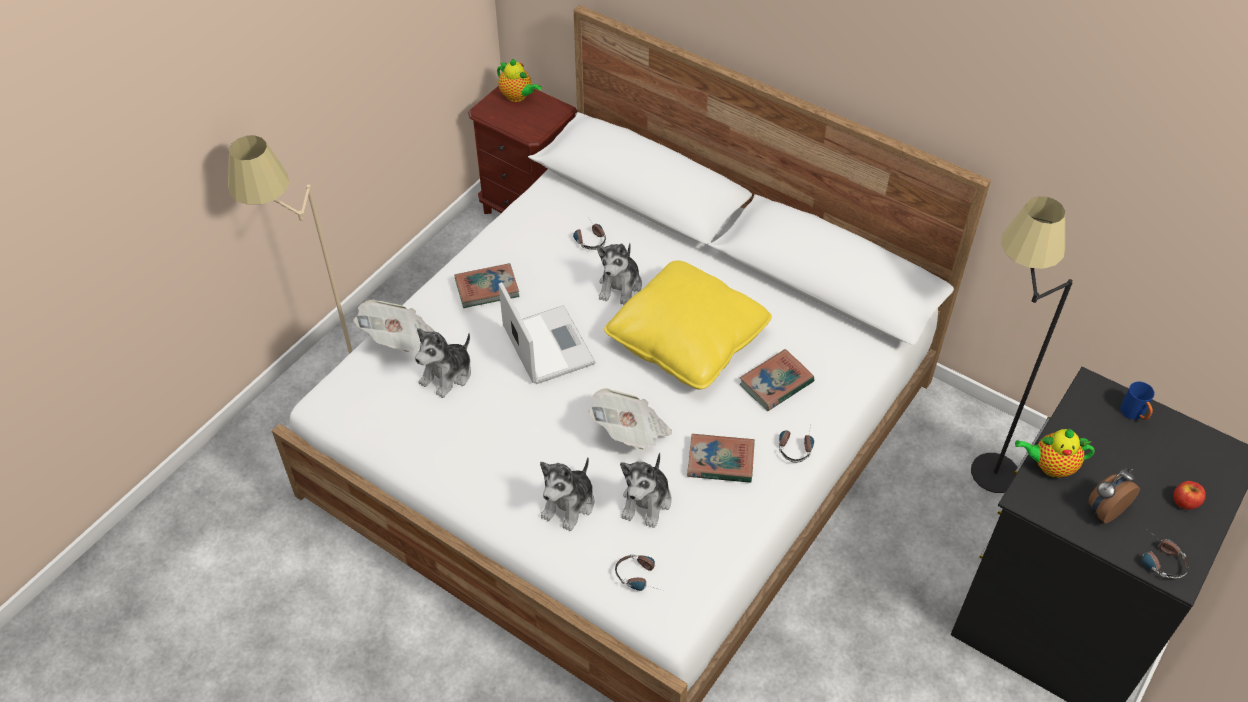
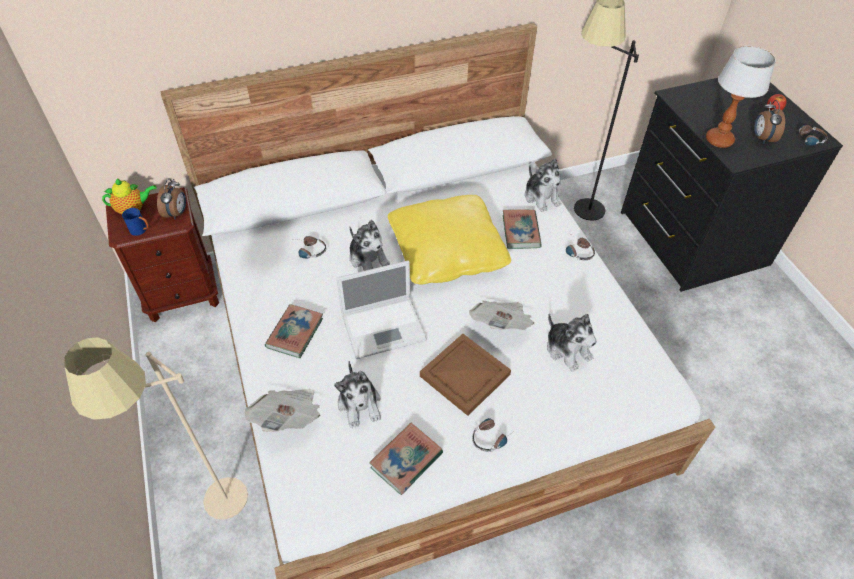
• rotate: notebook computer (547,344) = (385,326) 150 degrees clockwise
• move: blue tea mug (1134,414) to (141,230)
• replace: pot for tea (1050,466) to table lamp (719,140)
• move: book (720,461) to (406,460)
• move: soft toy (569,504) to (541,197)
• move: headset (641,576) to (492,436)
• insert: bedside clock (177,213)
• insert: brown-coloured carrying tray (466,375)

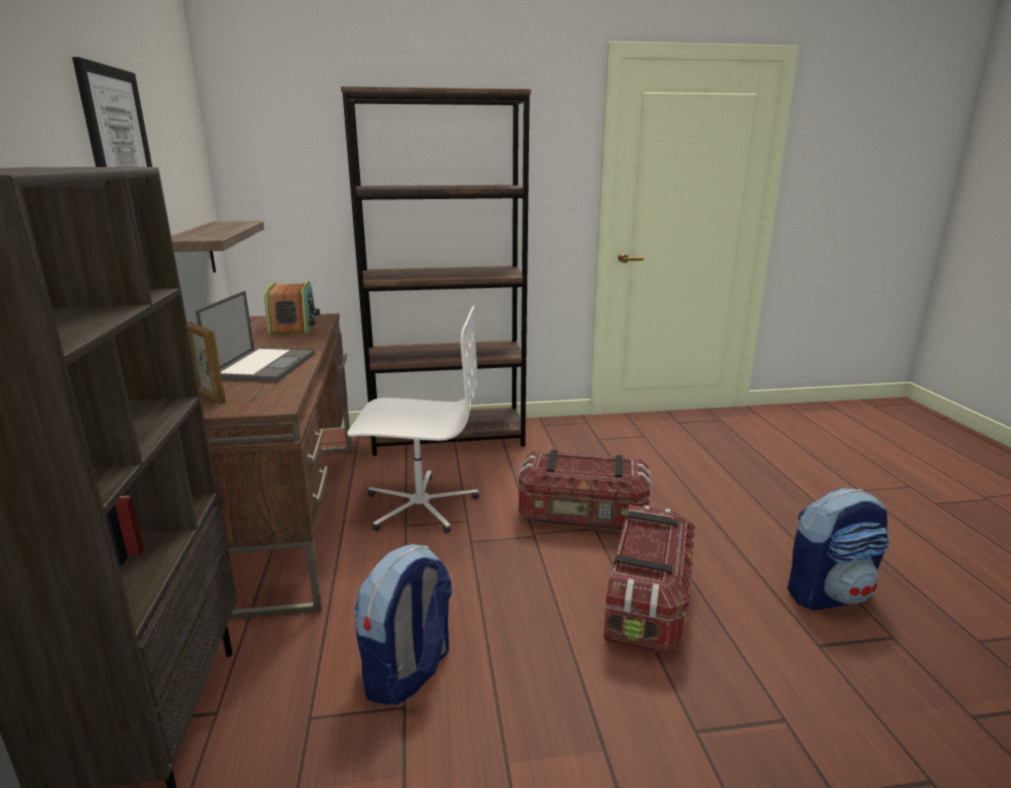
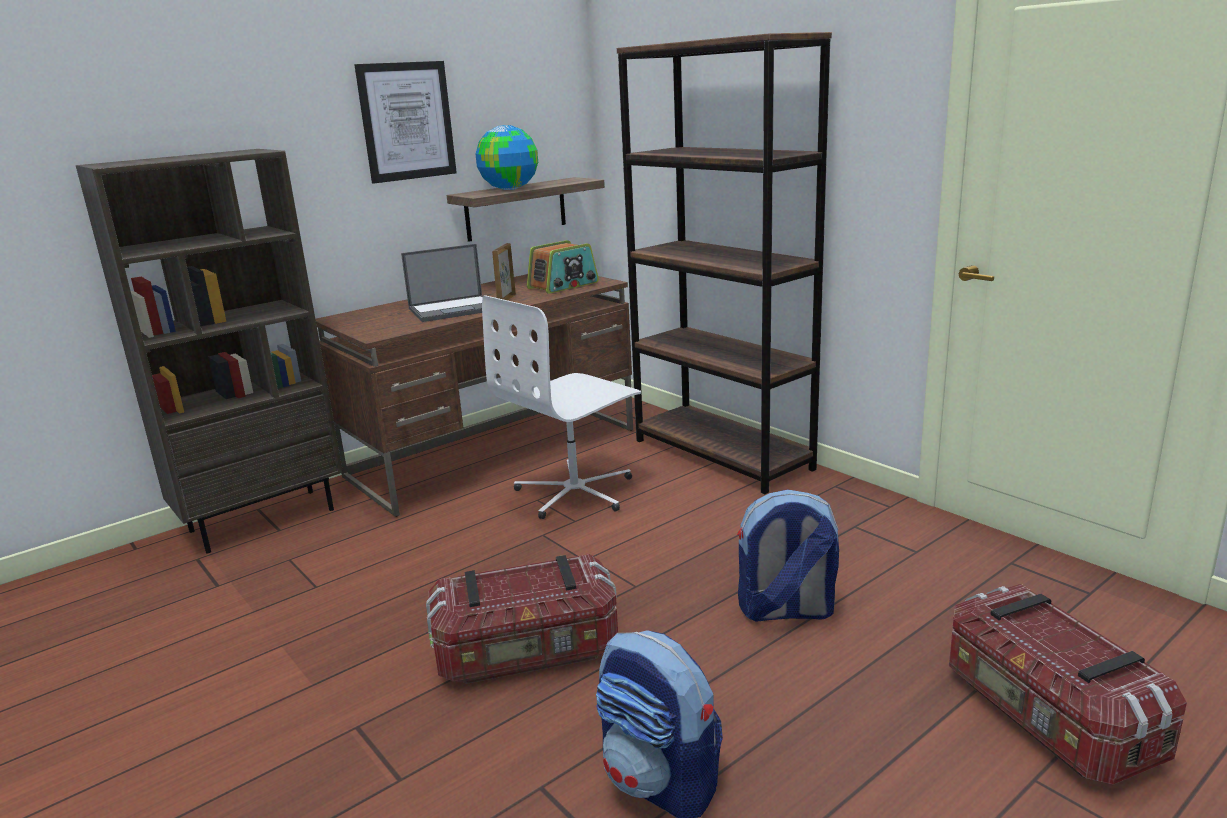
• rotate: white-coloured desk chair (420,505) = (576,492) 75 degrees clockwise
• move: picture frame (209,397) to (506,299)
• move: storage box (582,516) to (1046,717)
• move: rucksack (408,672) to (785,611)
• insert: world globe (509,189)

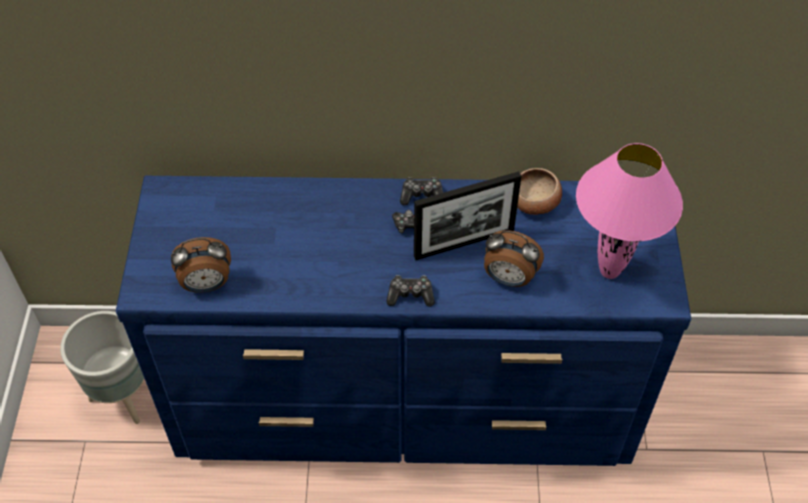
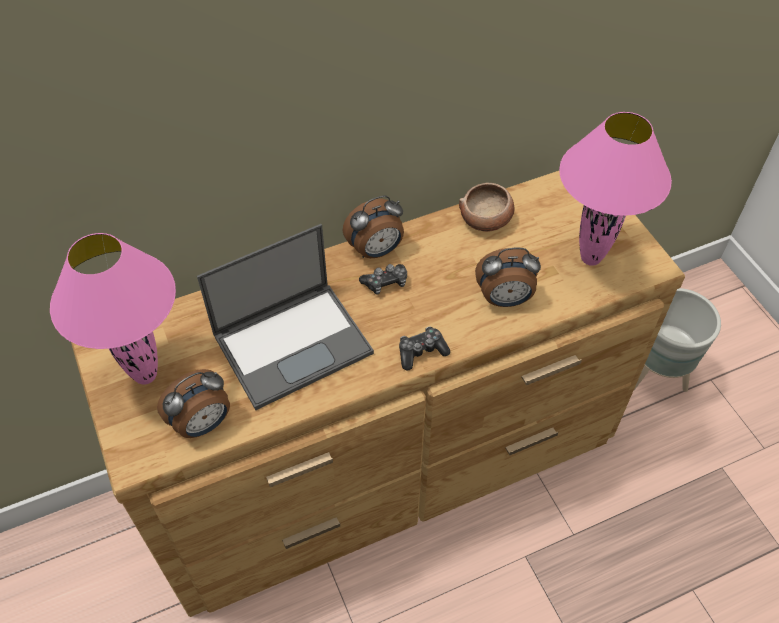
• delete: picture frame (464,243)
• recolor: blue dresser (405,400) to brown-coloured dresser (388,463)
• replace: joypad (422,196) to bedside clock (376,251)
• move: grey flower pot (122,399) to (656,377)
• insert: notebook computer (294,342)
• insert: pink-coloured table lamp (145,375)

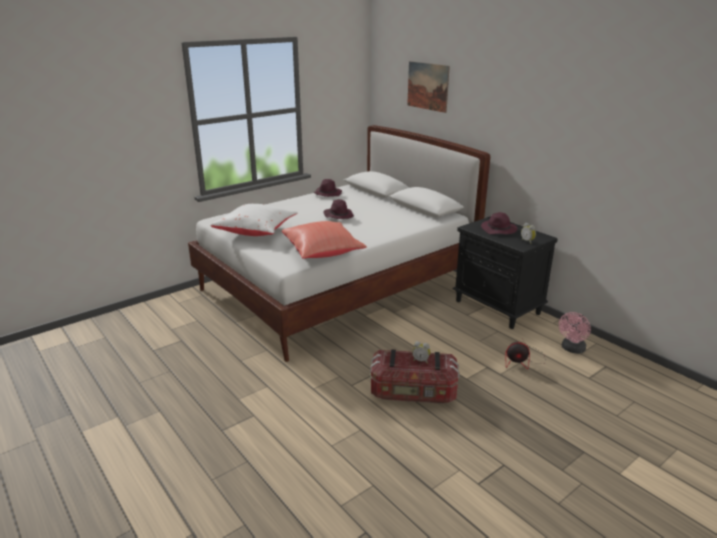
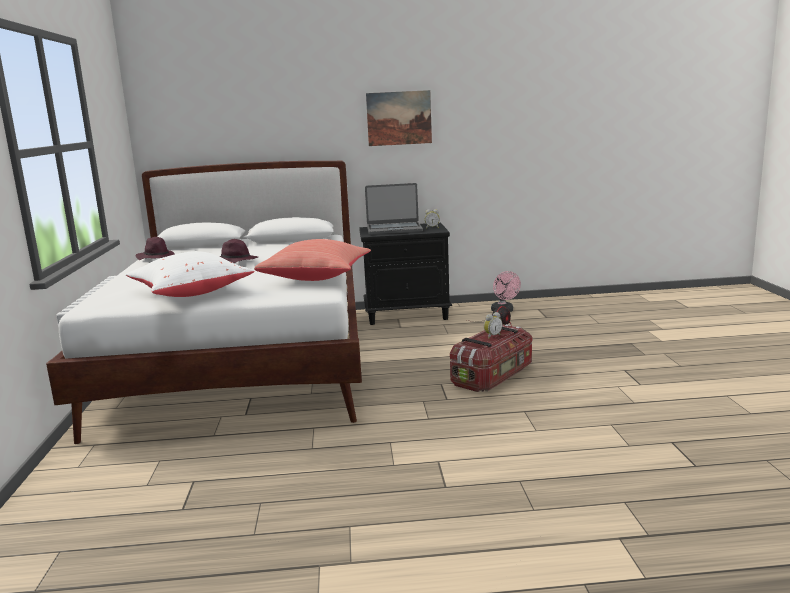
• move: wall art (427,86) to (399,118)
• replace: purple-coloured hat (499,230) to notebook computer (394,229)

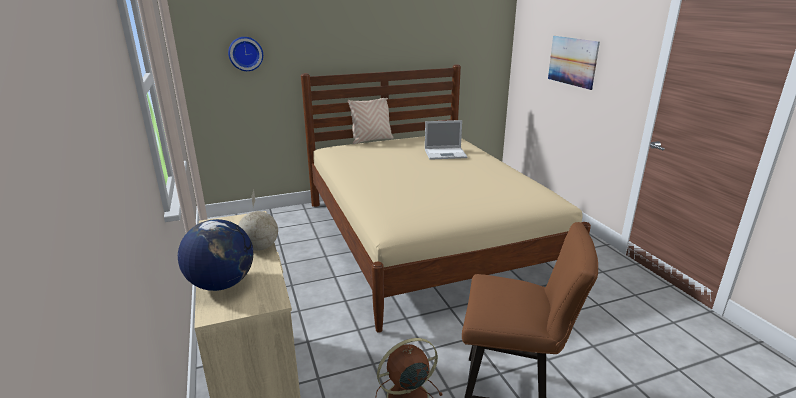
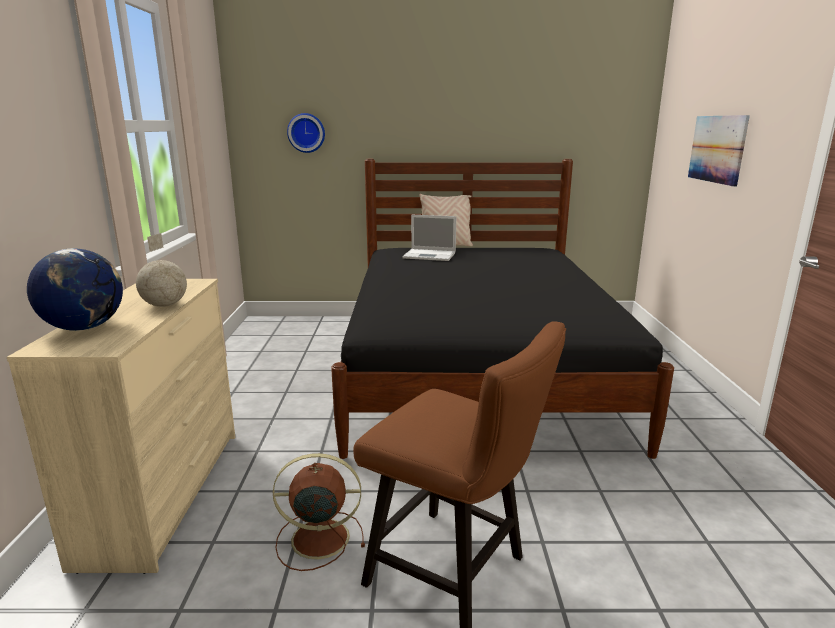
• recolor: beige-coloured bed (424,238) to blackish bed (476,370)
• move: notebook computer (446,154) to (430,255)

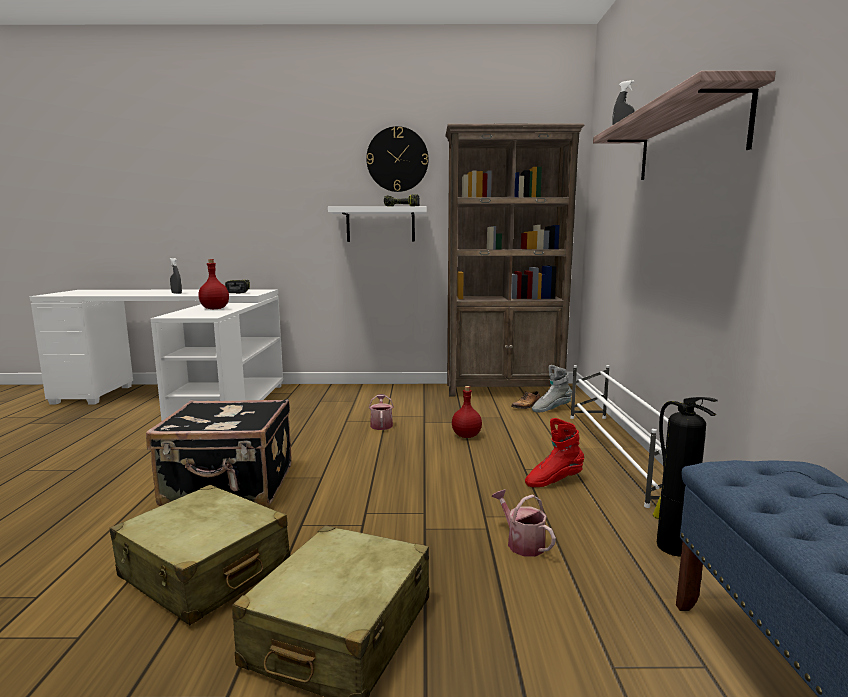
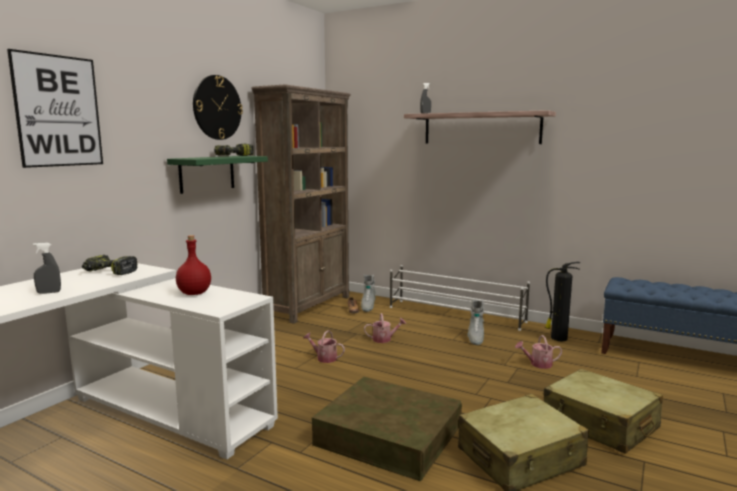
• recolor: white-coloured shelf (380,225) to green-coloured shelf (207,173)
• replace: red beverage bottle (466,436) to watering can (384,339)
• replace: blackish piece of luggage (230,486) to brown-coloured storage box (388,435)
• recolor: red high-top boot (553,481) to grey high-top boot (475,338)
• insert: wall art (58,111)

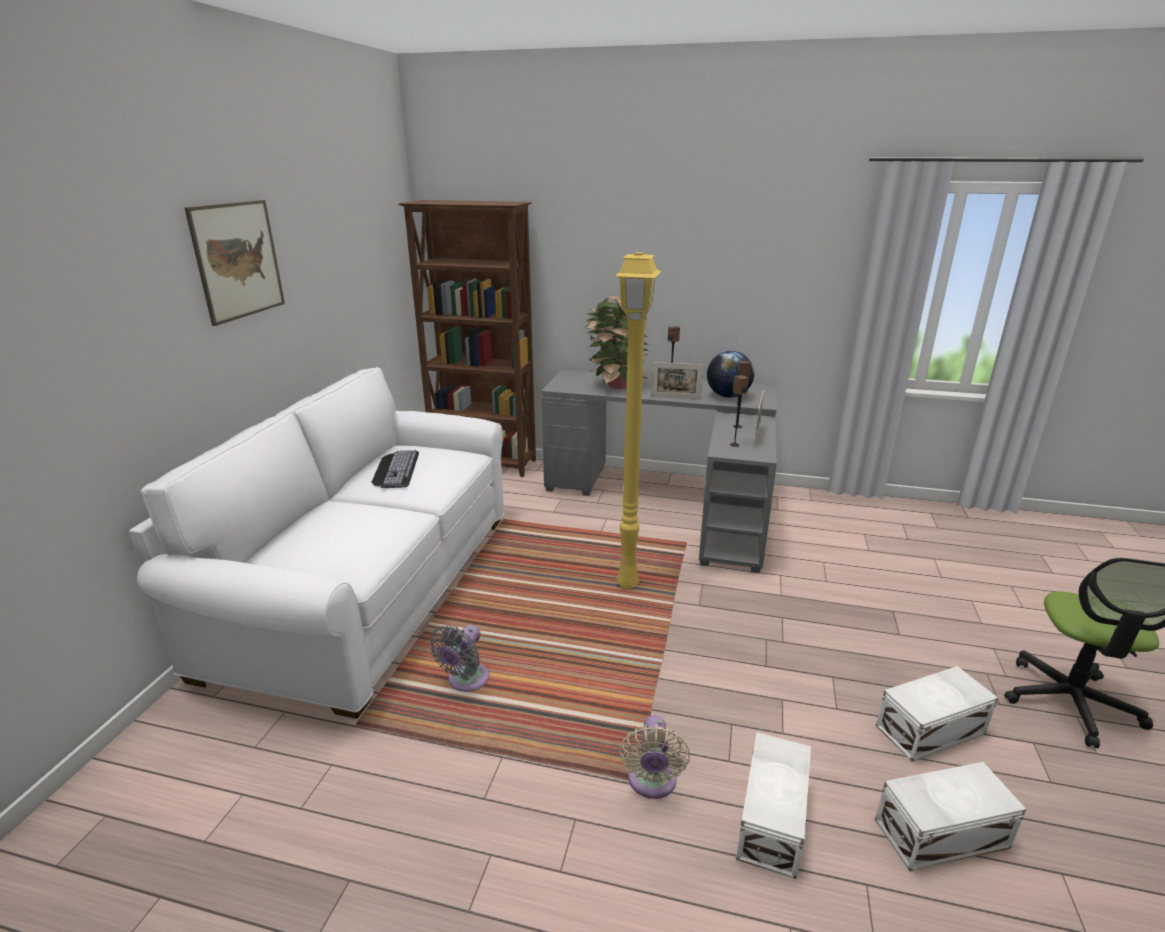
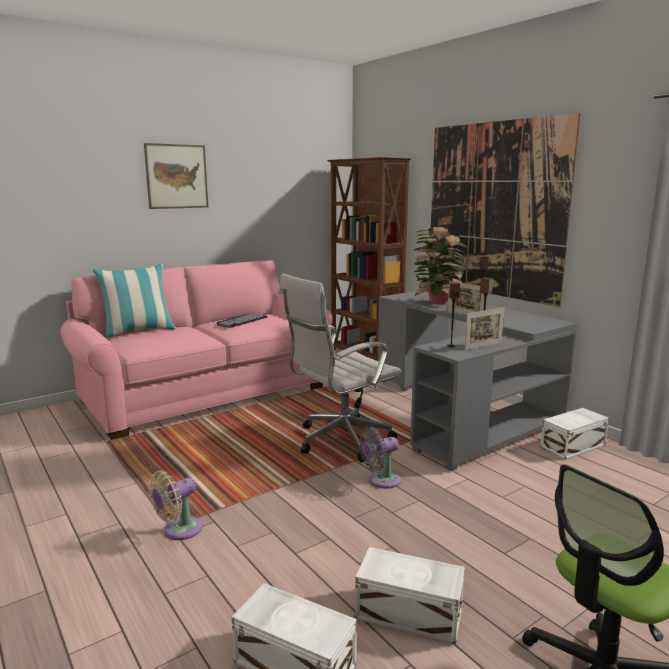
• replace: yellow-coloured standing lamp (626,585) to white-coloured desk chair (340,441)
• delete: world globe (728,396)
• recolor: white-coloured settee (371,588) to pink-coloured settee (205,394)
• move: grey cooling fan (465,681) to (381,481)
• move: white-coloured storage box (773,819) to (574,446)
• insert: wall art (493,210)
• insert: cushion (138,331)

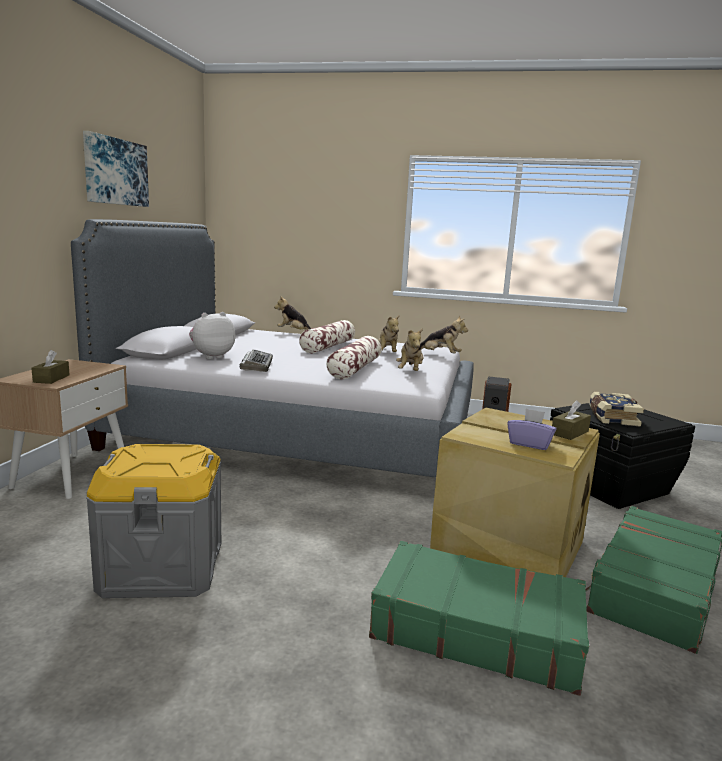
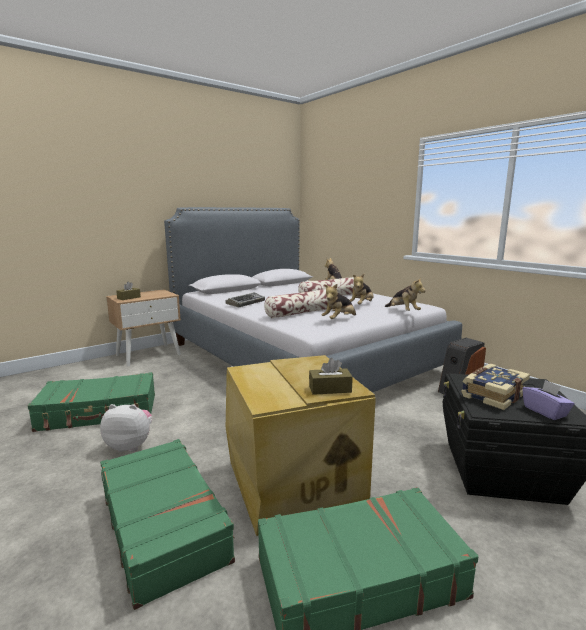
• delete: wall art (115,172)
• move: soft toy (211,356) to (130,445)
• move: purple-coloured box of tissues (530,444) to (545,411)
• replace: grey storage box (162,567) to green-coloured piece of luggage (99,413)

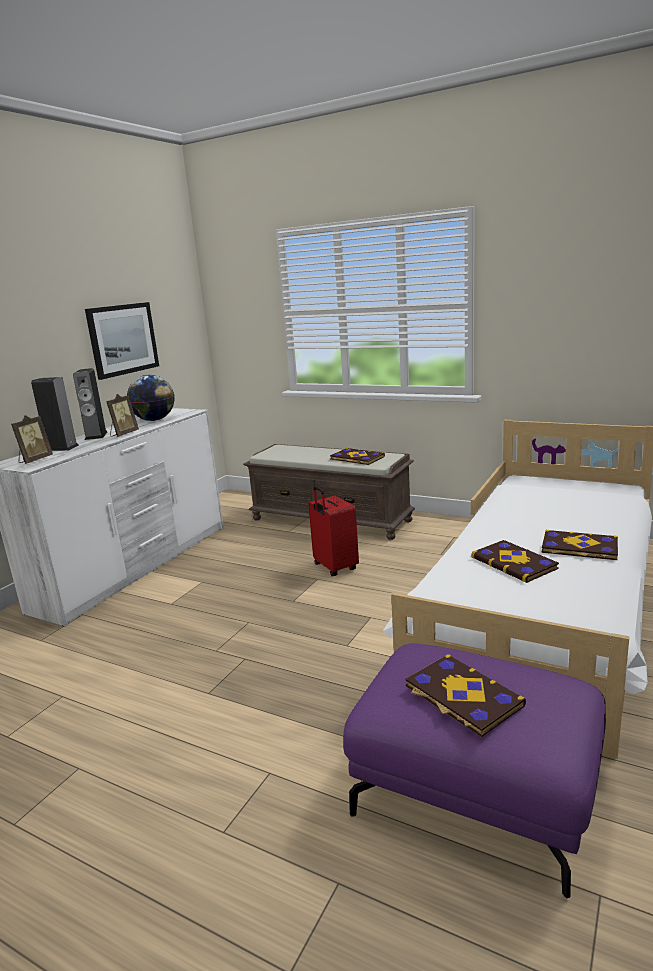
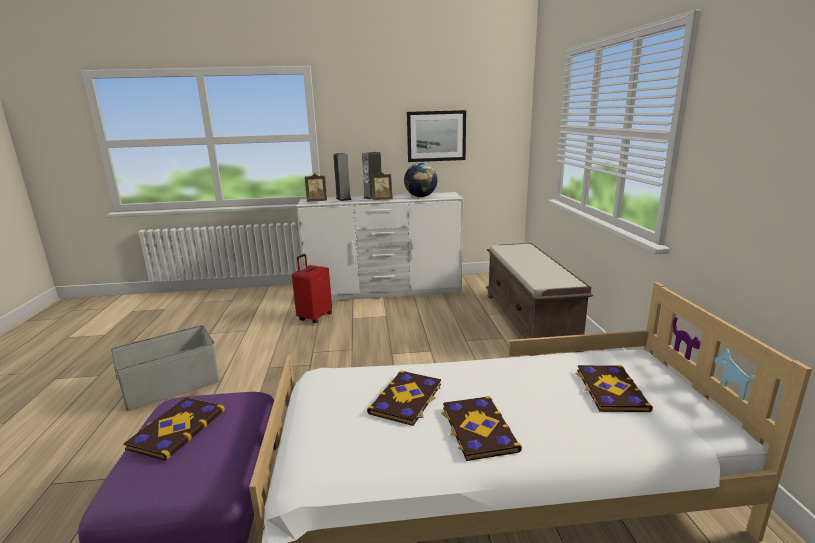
• move: book (356,458) to (610,390)
• move: red piece of luggage (334,567) to (314,317)
• insert: grey storage box (172,387)

